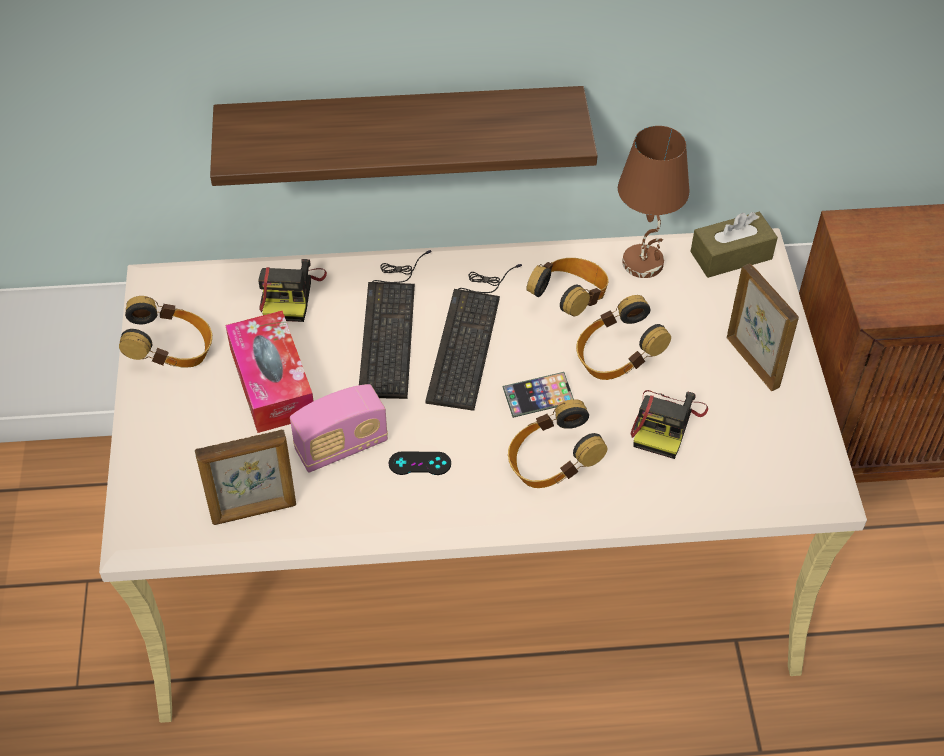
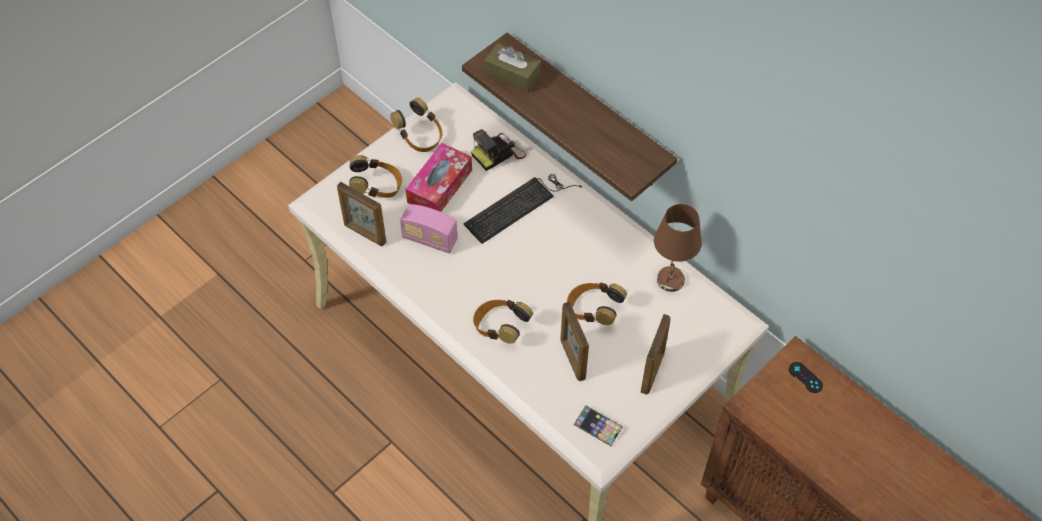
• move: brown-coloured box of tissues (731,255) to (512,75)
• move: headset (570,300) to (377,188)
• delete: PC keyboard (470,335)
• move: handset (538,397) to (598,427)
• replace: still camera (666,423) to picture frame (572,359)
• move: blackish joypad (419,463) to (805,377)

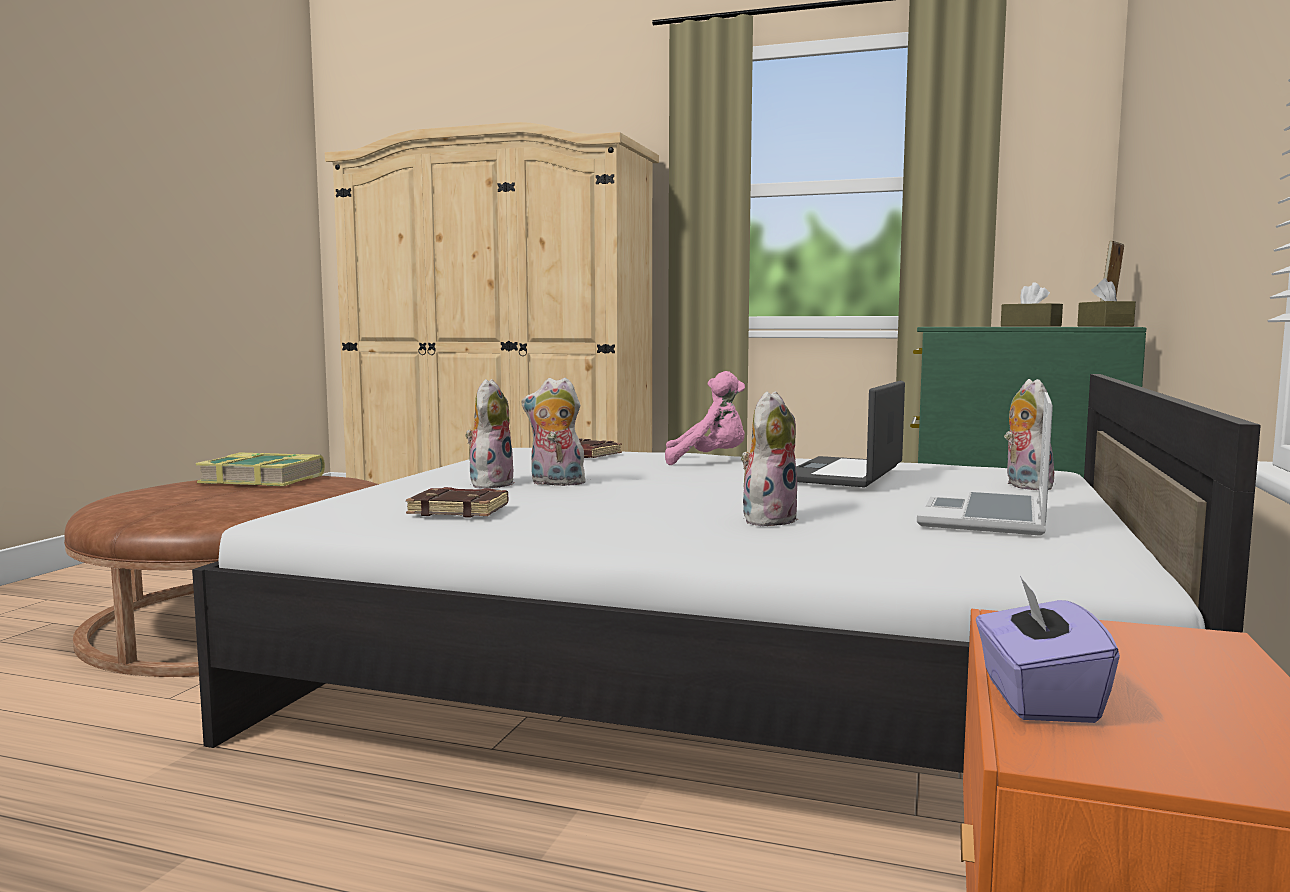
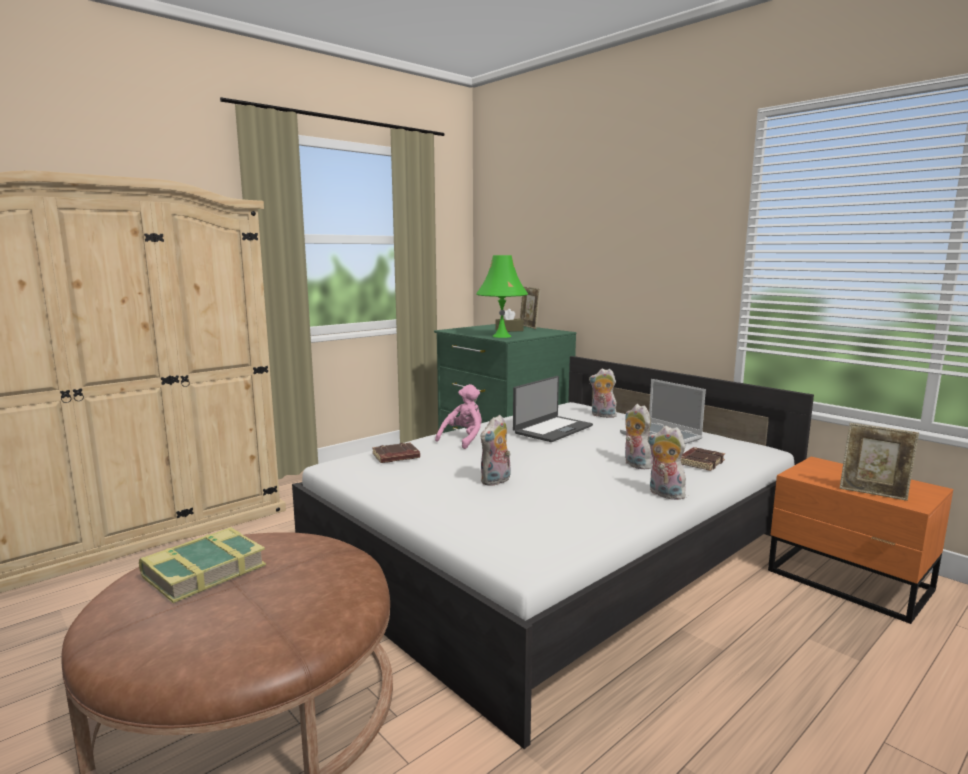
• delete: brown-coloured box of tissues (1104,326)
• move: soft toy (490,484) to (664,494)
• rotate: notebook computer (845,473) = (552,429) 105 degrees counterclockwise
• move: brown-coloured book (460,510) to (700,462)
• replace: purple-coloured box of tissues (1036,698) to picture frame (873,493)
• insert: green-coloured table lamp (501,336)

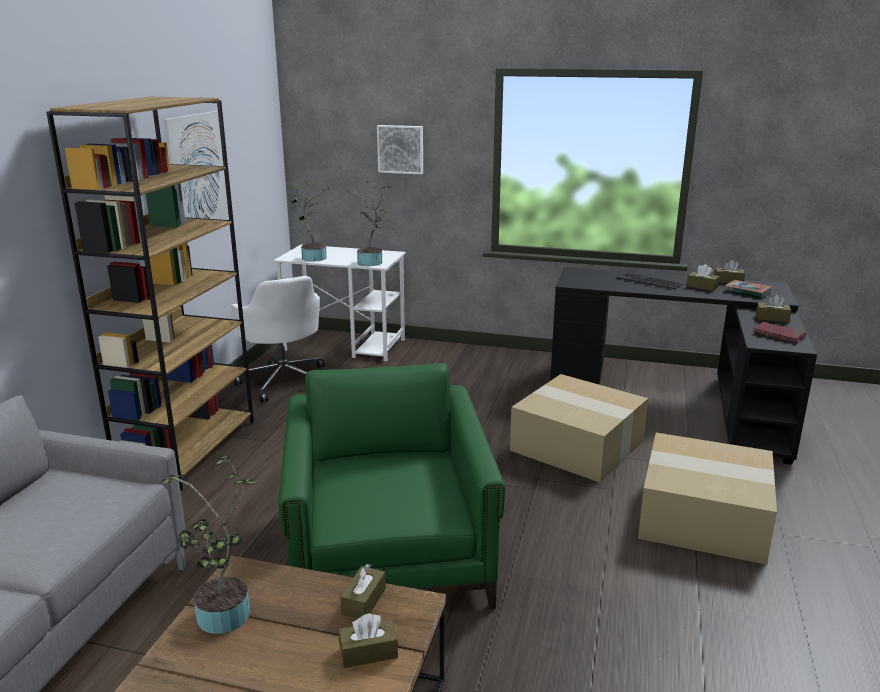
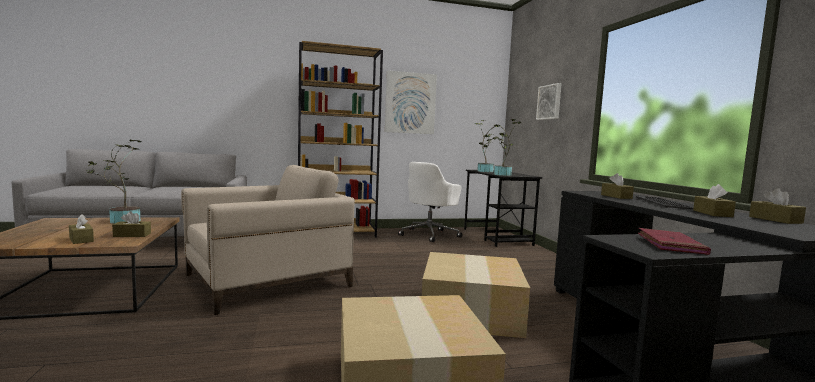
• recolor: white-coloured desk table (346,345) to blackish desk table (497,237)
• delete: book (747,292)
• move: brown-coloured box of tissues (772,318) to (616,196)
• recolor: green-coloured easy chair (389,552) to beige-coloured easy chair (266,280)

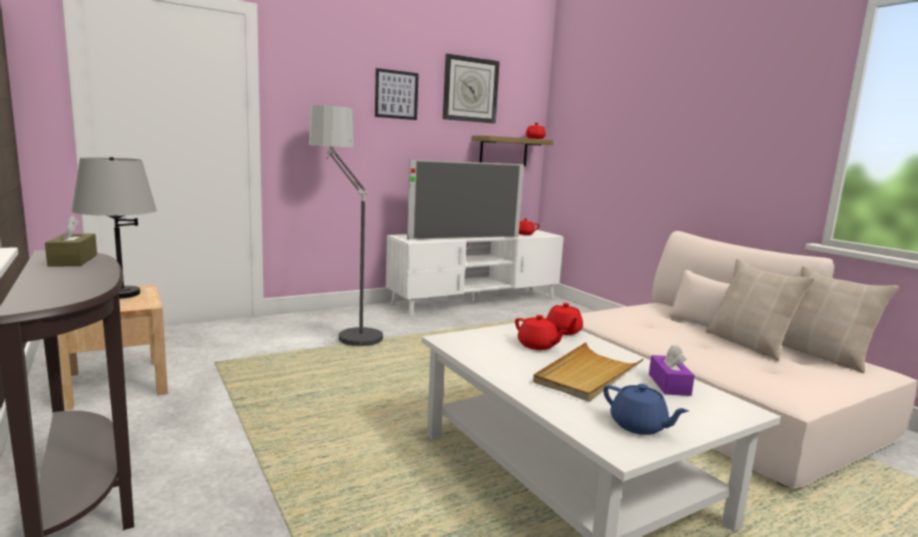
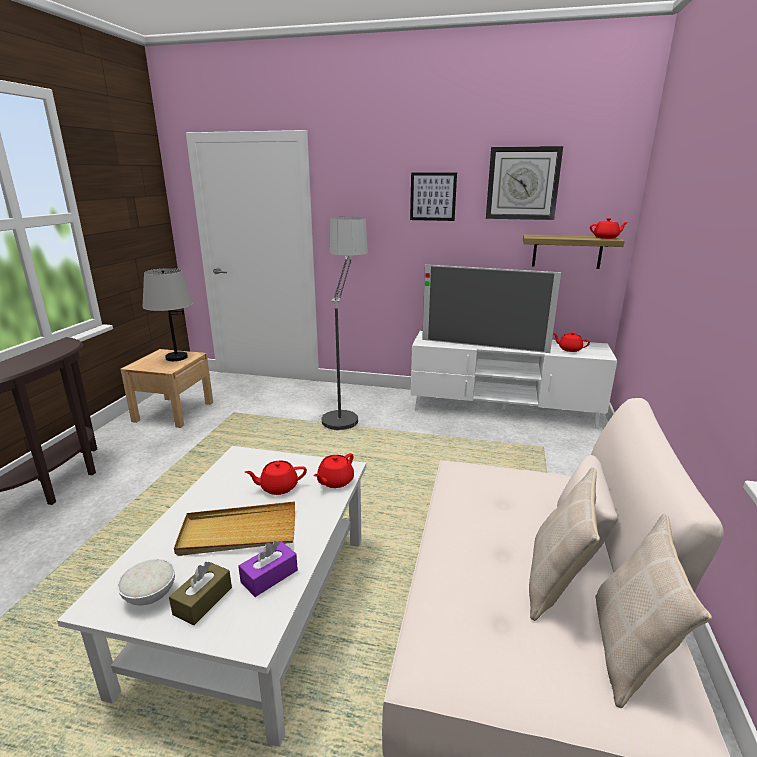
• move: brown-coloured box of tissues (73,260) to (203,601)
• rotate: red pot for tea (537,346) = (278,487) 75 degrees clockwise
• replace: blue pot for tea (639,426) to white-coloured bowl (150,595)

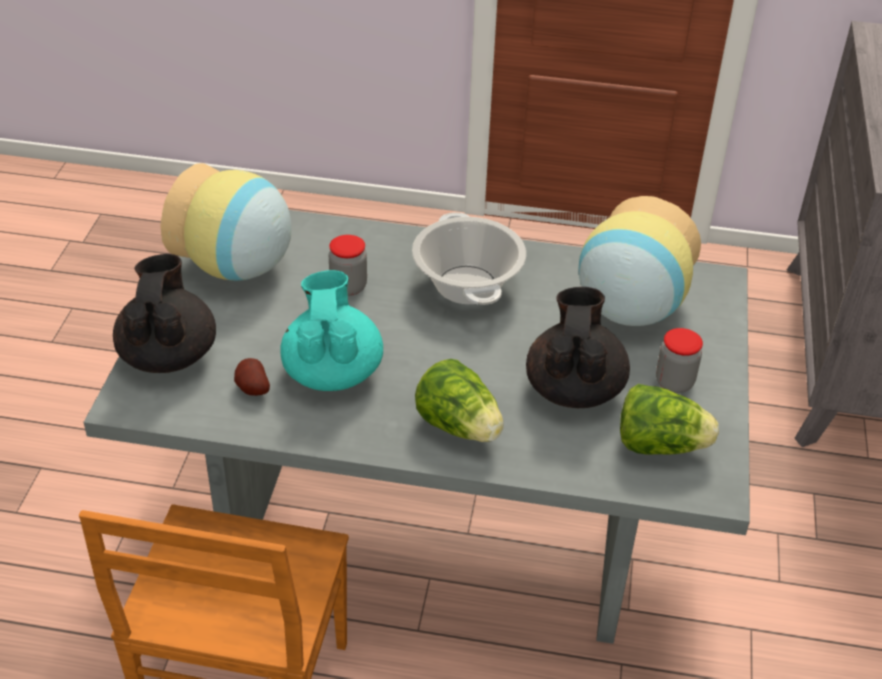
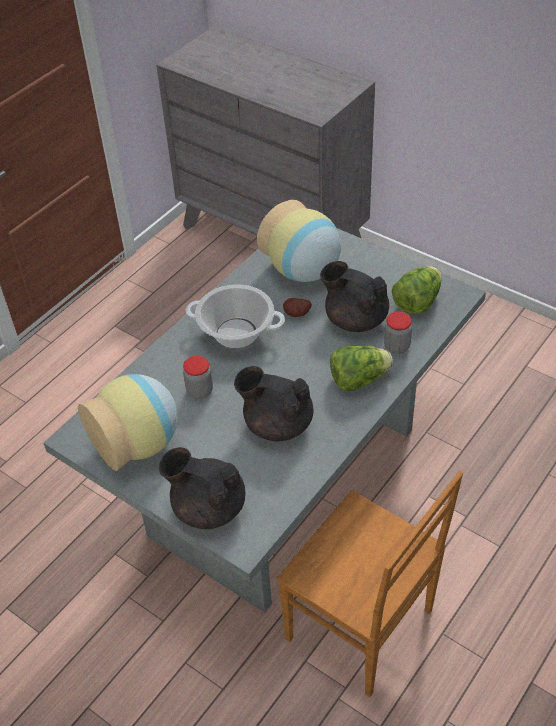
• recolor: turquoise-coloured pot for tea (332,371) to blackish pot for tea (277,424)
• move: preserve jar (674,382) to (397,346)
• move: potato (251,389) to (297,315)

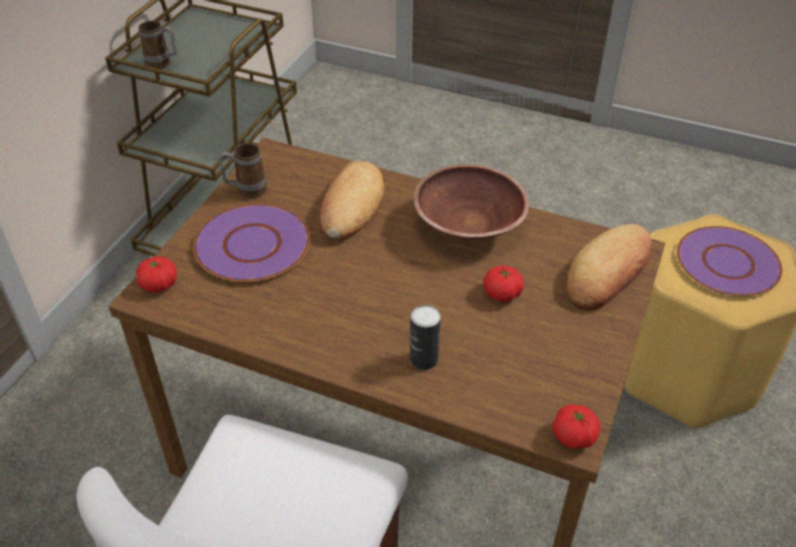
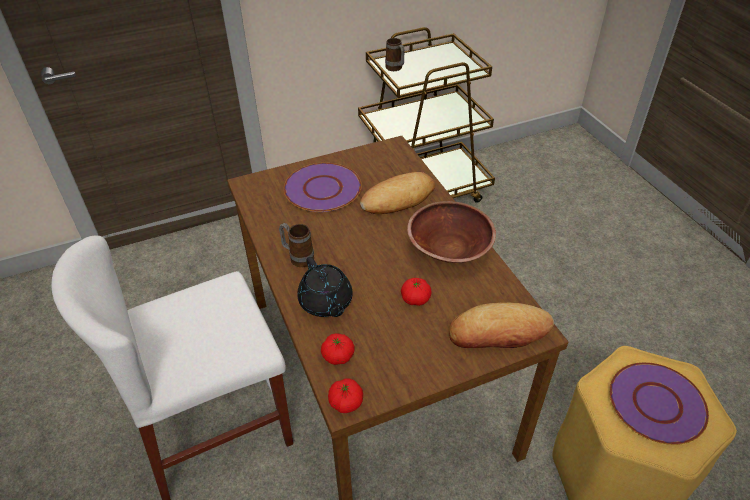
• move: tea mug (246,191) to (298,257)
• move: fresh tomato (159,284) to (338,356)
• replace: sealed can (424,359) to blackish pot for tea (326,303)

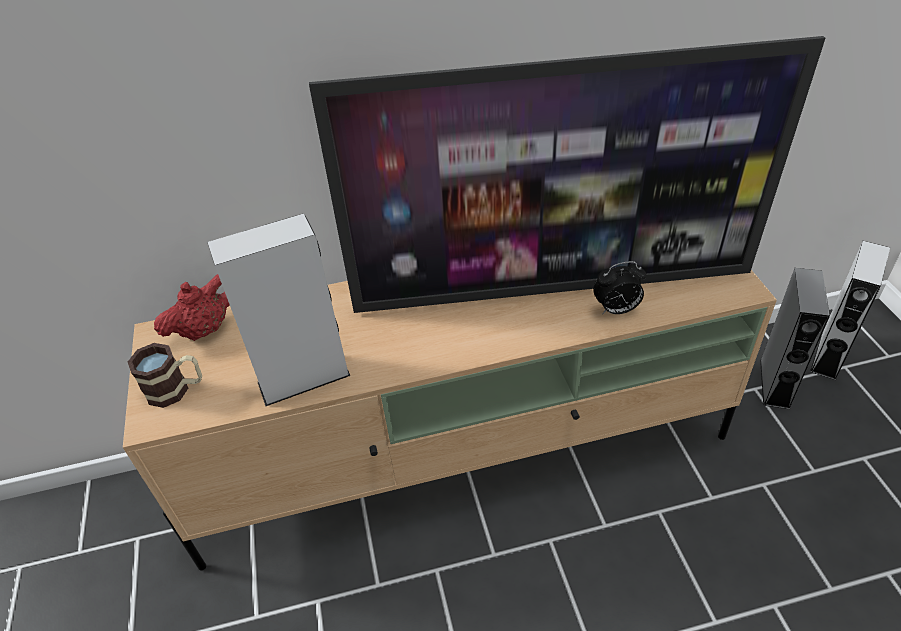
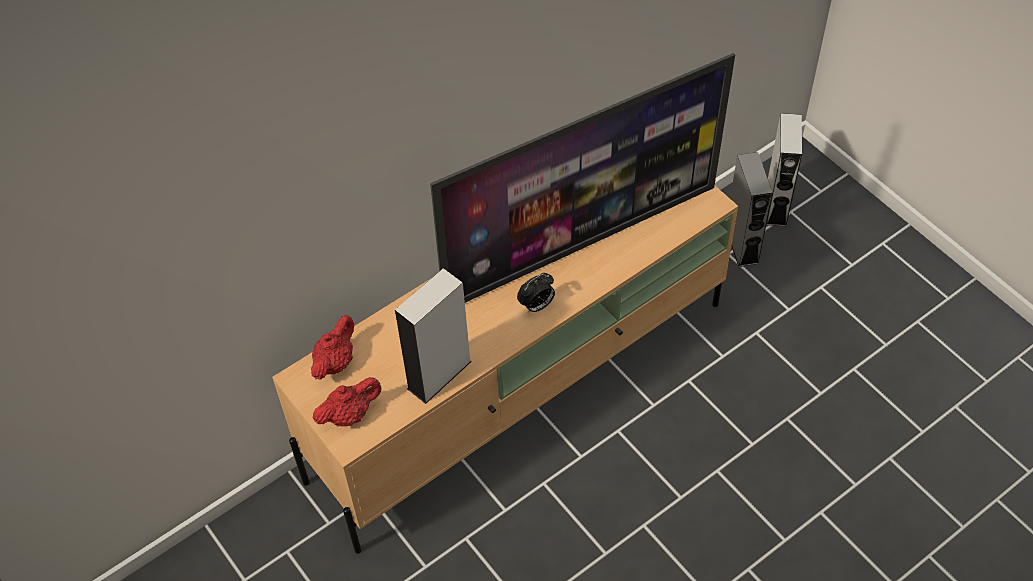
• move: bedside clock (616,310) to (536,306)
• replace: tea mug (176,389) to red pot for tea (350,414)

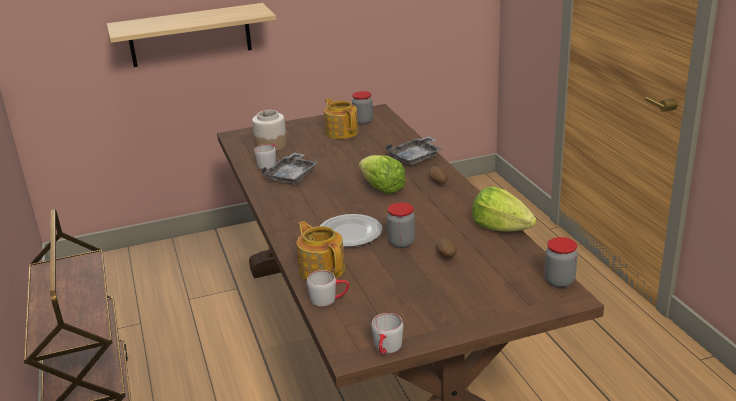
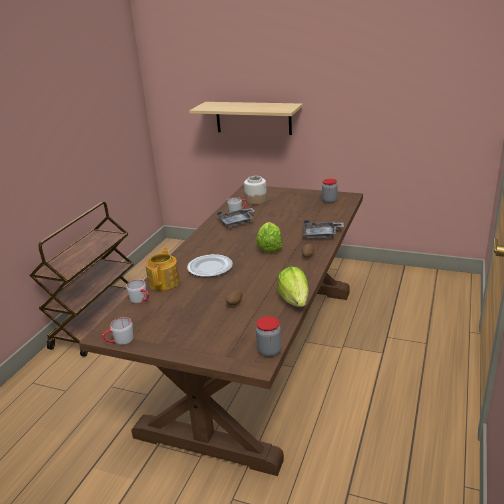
• delete: pot for tea (341,132)
• delete: preserve jar (401,243)

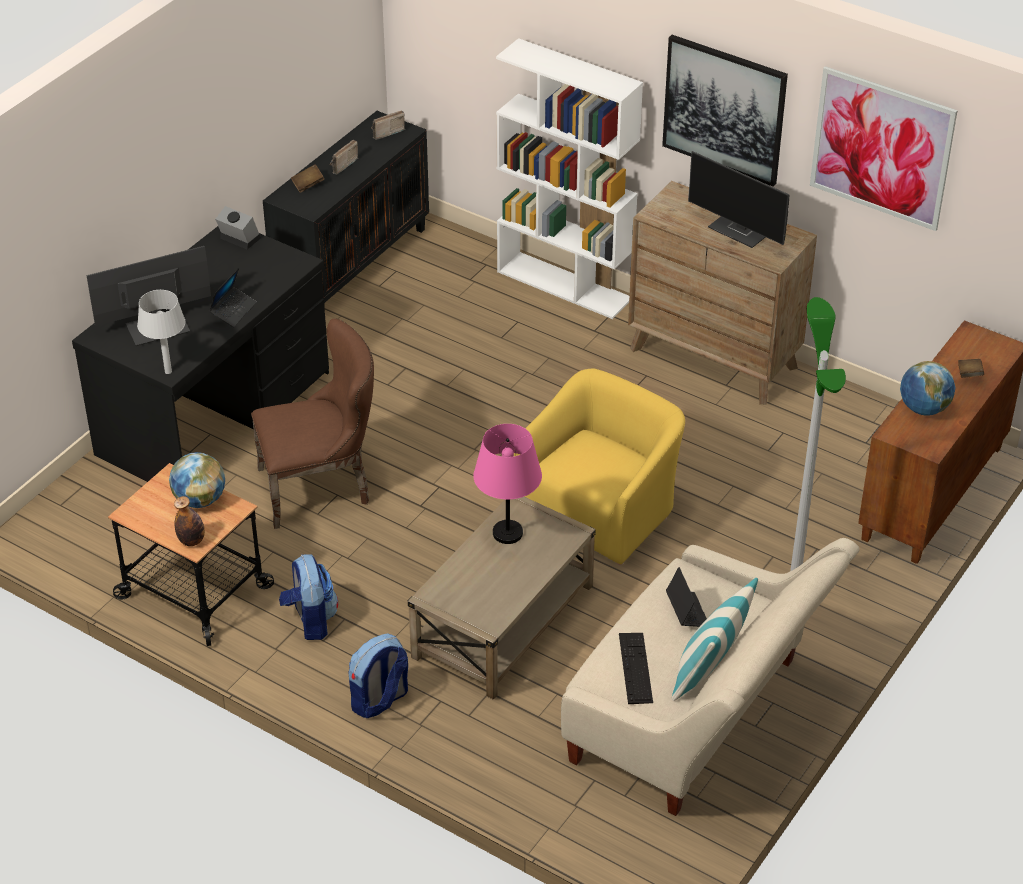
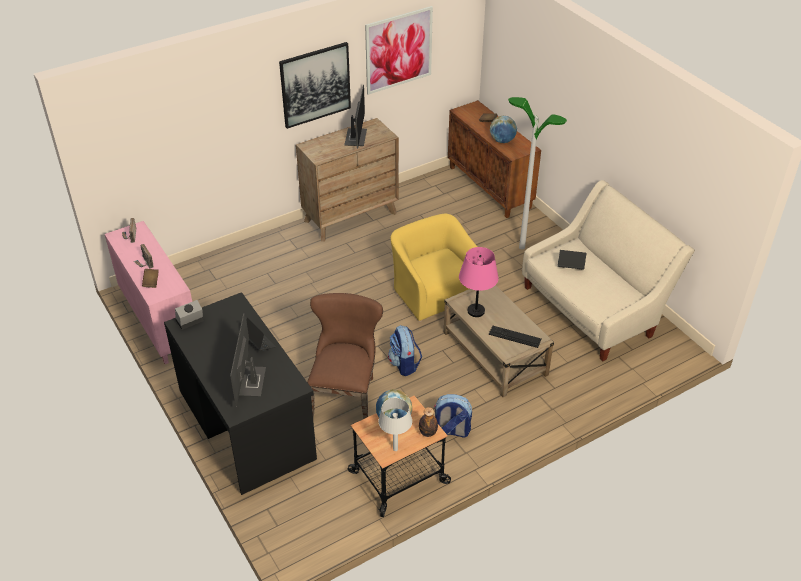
• delete: white-coloured bookshelf (565,285)
• recolor: blackish cupboard (352,263) to pink-coloured cupboard (159,321)
• rotate: computer display (741,231) = (355,137) 60 degrees counterclockwise
• move: grey table lamp (168,372) to (395,449)
• delete: cushion (709,671)
• move: rucksack (379,700) to (404,364)
• move: PC keyboard (635,668) to (515,336)

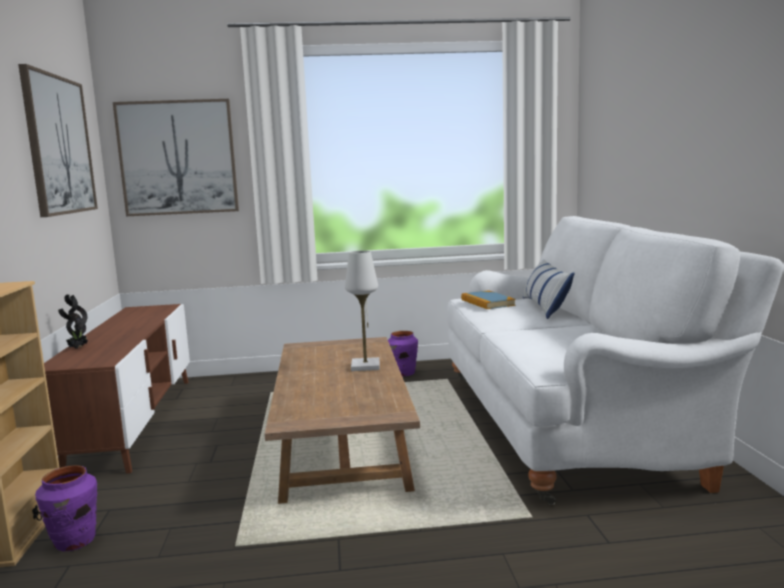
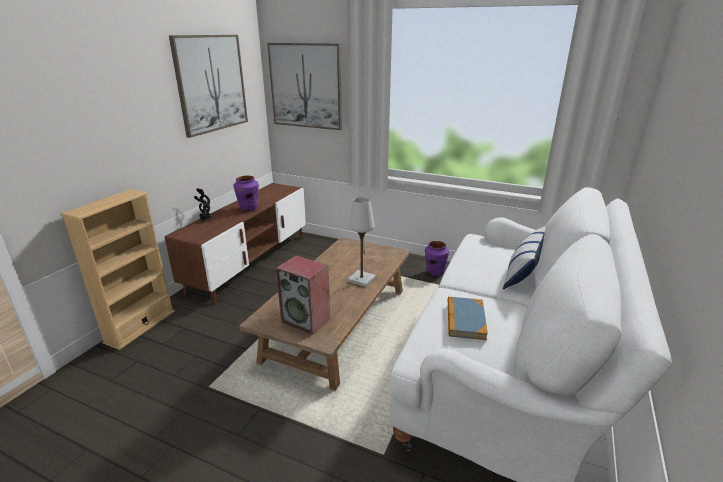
• move: book (487,302) to (465,320)
• move: purple-coloured decorative vase (74,541) to (249,209)
• insert: audio speaker (306,320)

